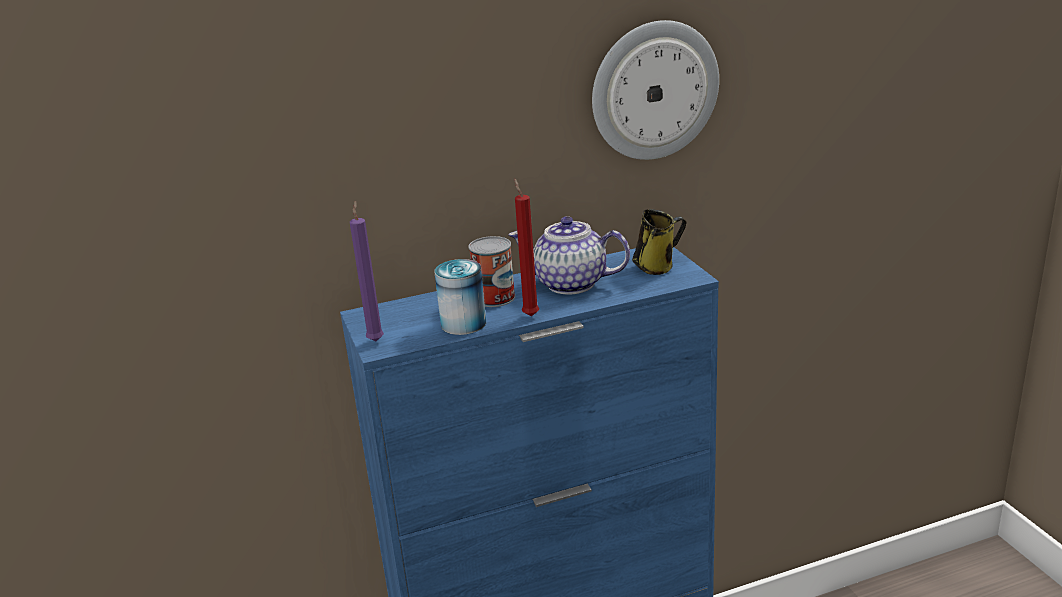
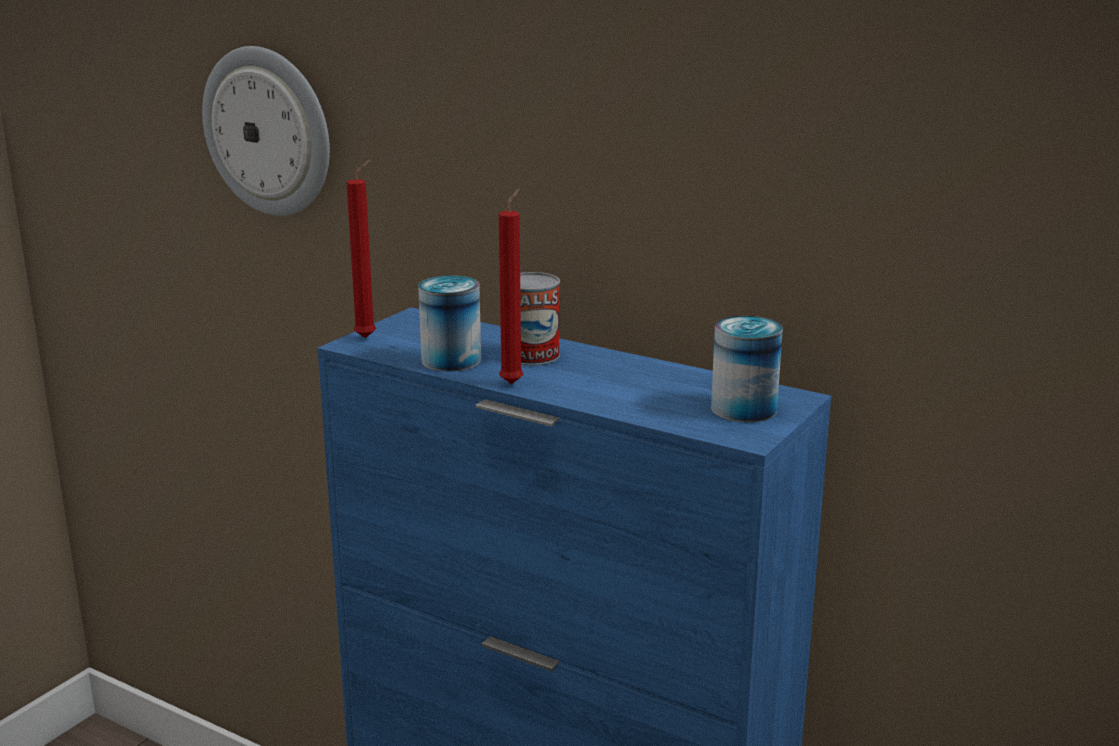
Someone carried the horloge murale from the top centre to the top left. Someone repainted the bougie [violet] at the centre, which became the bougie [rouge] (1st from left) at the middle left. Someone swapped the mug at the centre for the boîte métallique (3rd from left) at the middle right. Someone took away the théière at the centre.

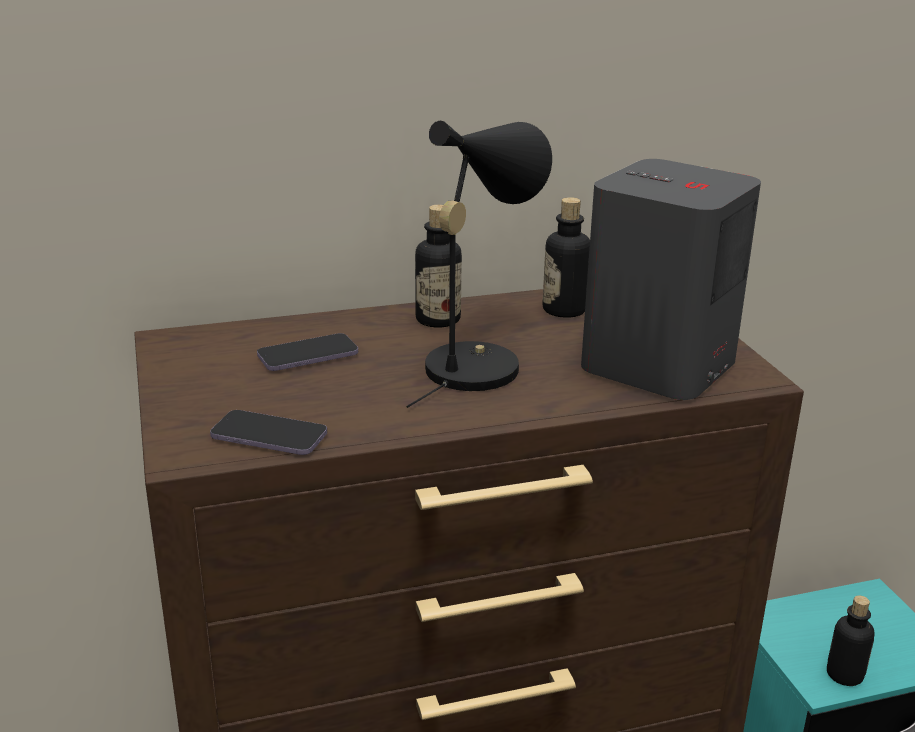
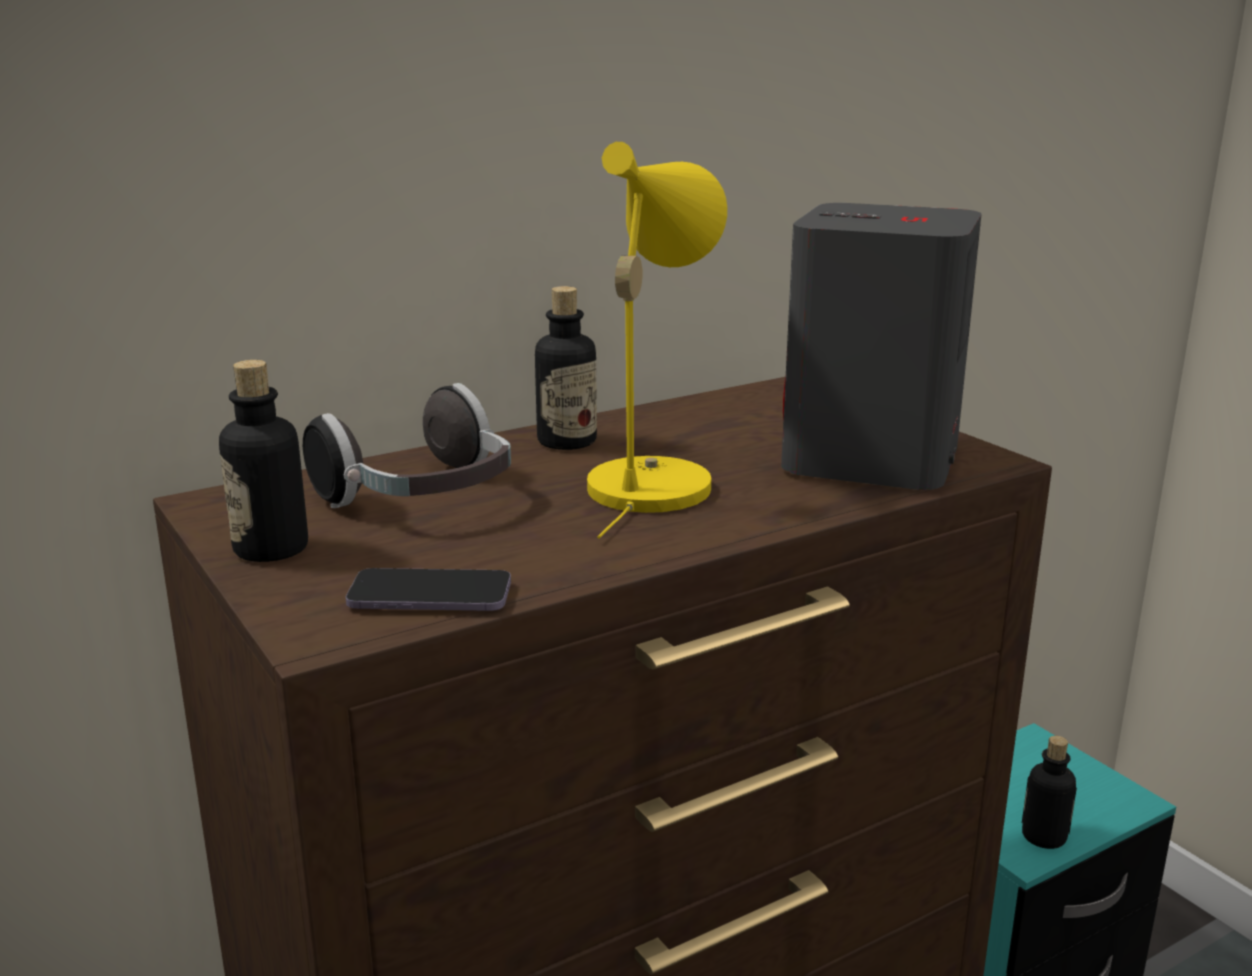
Someone repainted the lampe de table [noir] at the centre, which became the lampe de table [jaune] at the centre. Someone carried the bouteille (2nd from left in the first image) from the centre to the middle left. Someone swapped the téléphone (2nd from left) at the centre for the casque audio at the middle left.

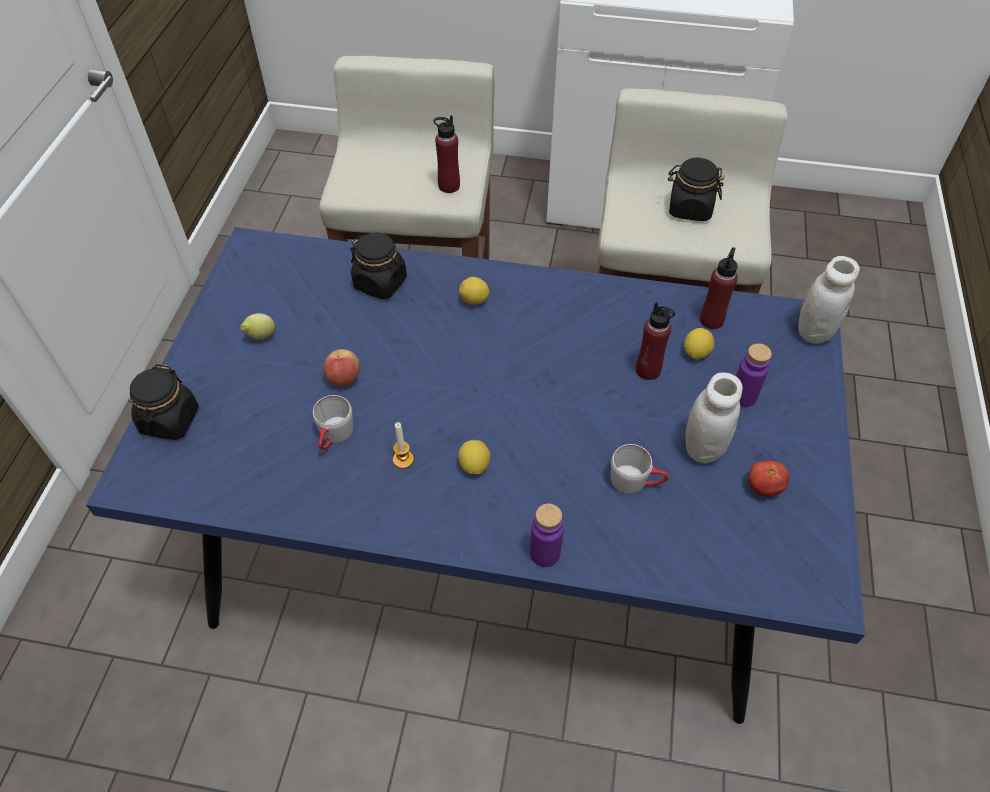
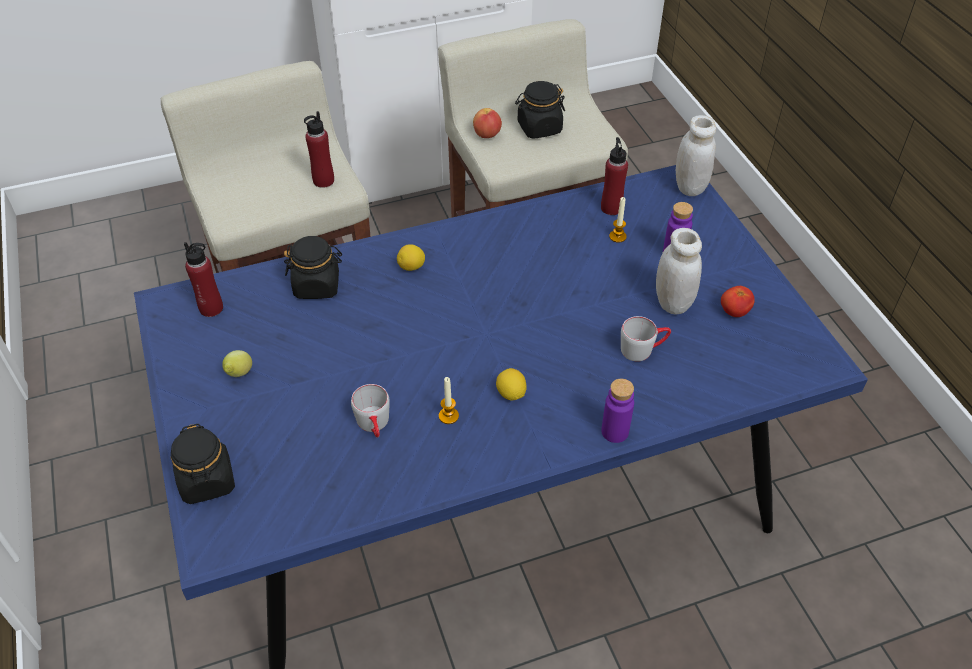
Someone carried the bouteille [rouge] (2nd from left in the first image) from the centre to the middle left. Someone swapped the citron (4th from left) at the middle right for the bougie (2nd from left) at the top centre. Someone carried the pomme from the centre to the top centre.

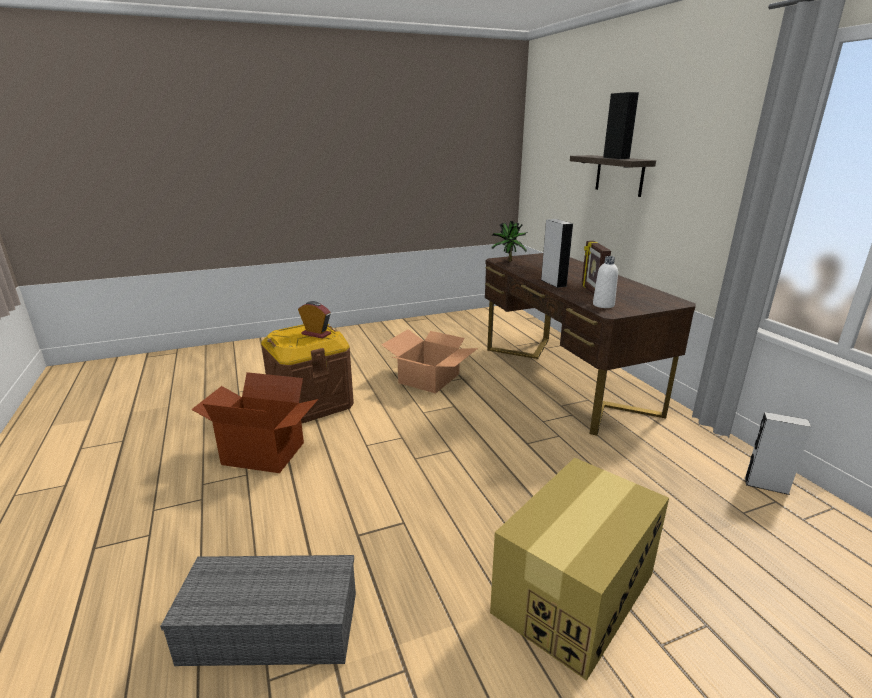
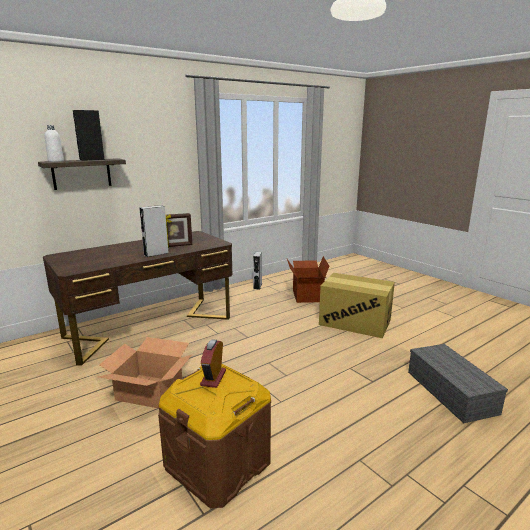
Someone took away the plante en pot at the centre. Someone carried the bouteille [blanc] from the middle right to the top left. Someone carried the carton (1st from left in the first image) from the middle left to the centre.

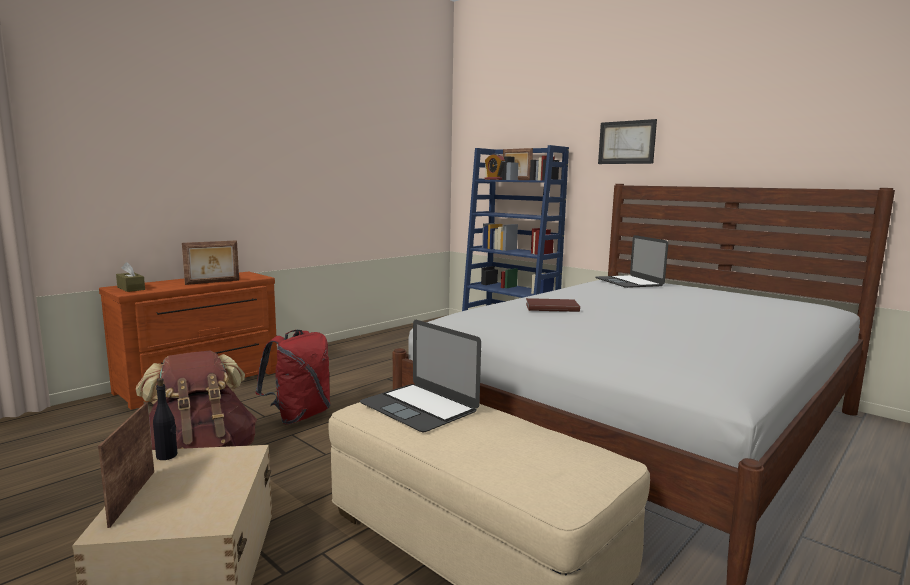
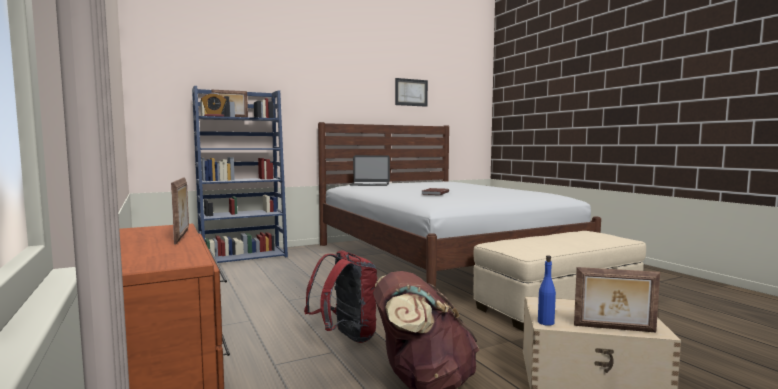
Someone carried the tableau from the top right to the top centre. Someone took away the boîte à mouchoirs [marron] at the middle left. Someone took away the ordinateur portable (1st from left) at the centre. Someone repainted the bouteille [noir] at the bottom left, which became the bouteille [bleu] at the bottom right.

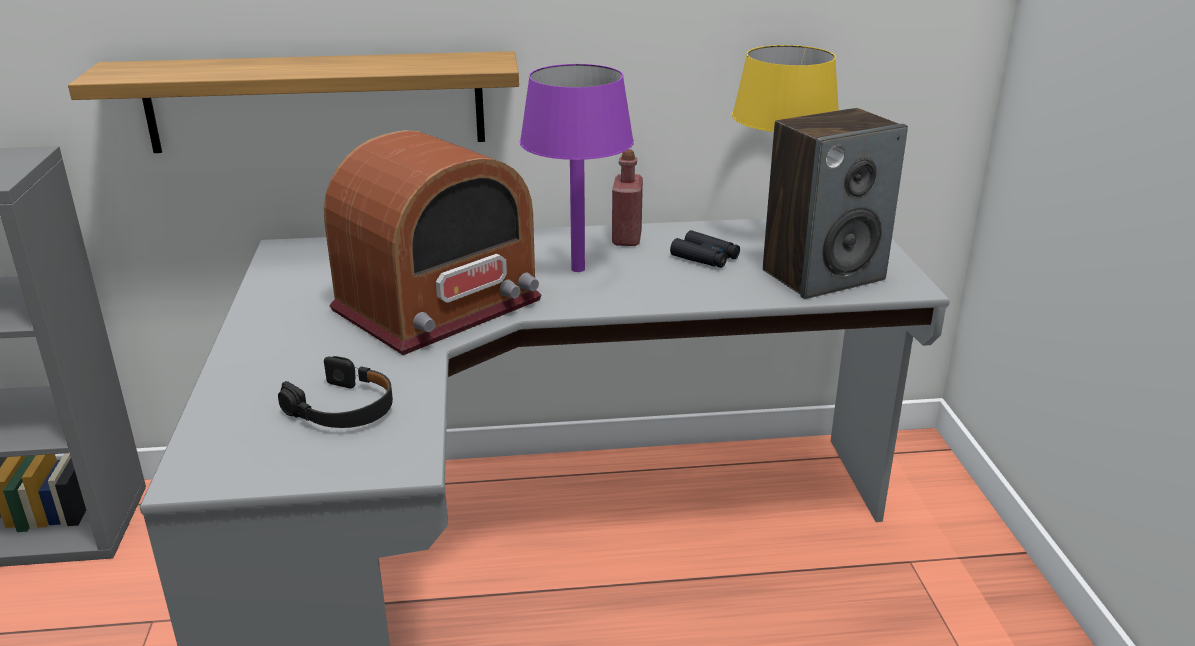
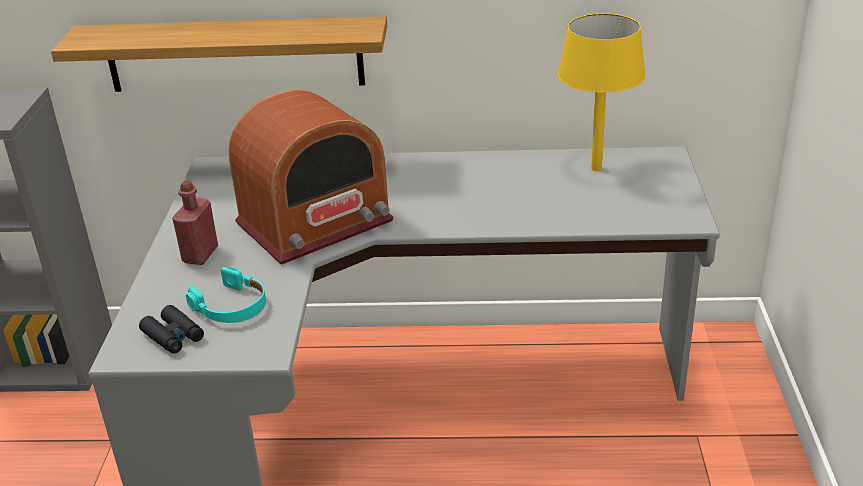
Someone took away the lampe de table [violet] at the top centre. Someone took away the enceinte at the top right. Someone carried the bouteille [rouge] from the top centre to the middle left. Someone carried the jumelles [noir] from the centre to the bottom left. Someone repainted the casque audio [noir] at the middle left, which became the casque audio [turquoise] at the middle left.

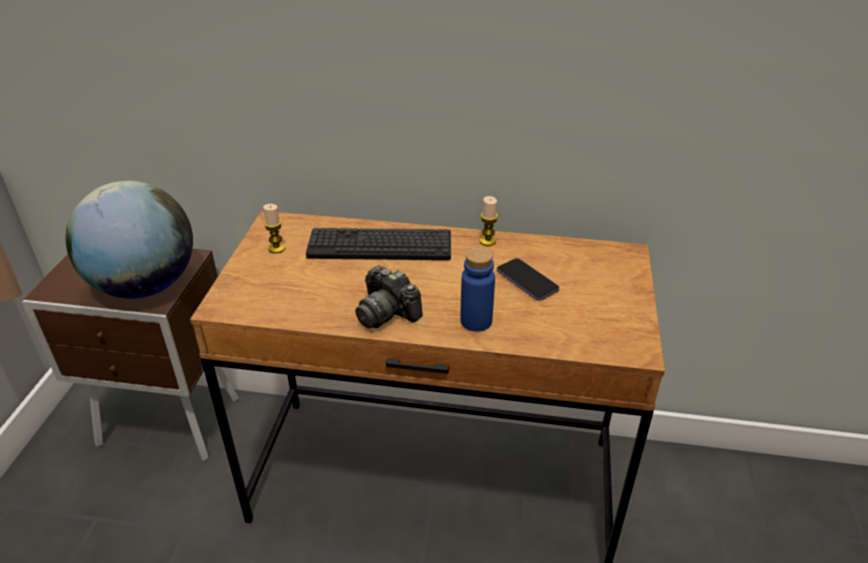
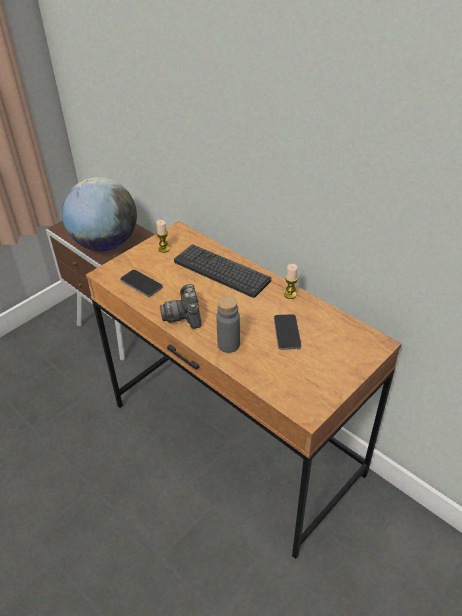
Someone repainted the bouteille [bleu] at the centre, which became the bouteille [gris] at the centre. Someone put down the téléphone (1st from left) at the middle left.

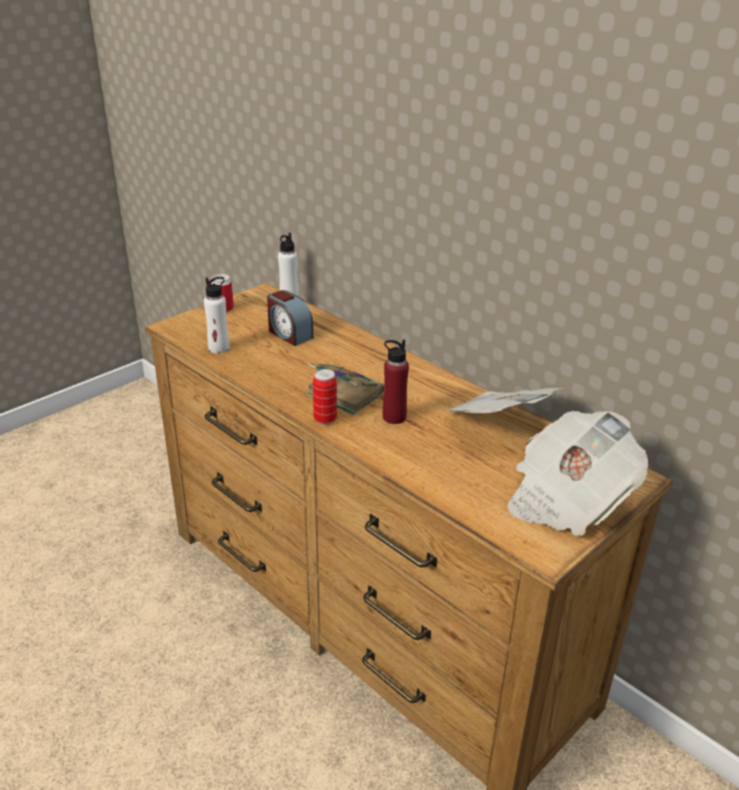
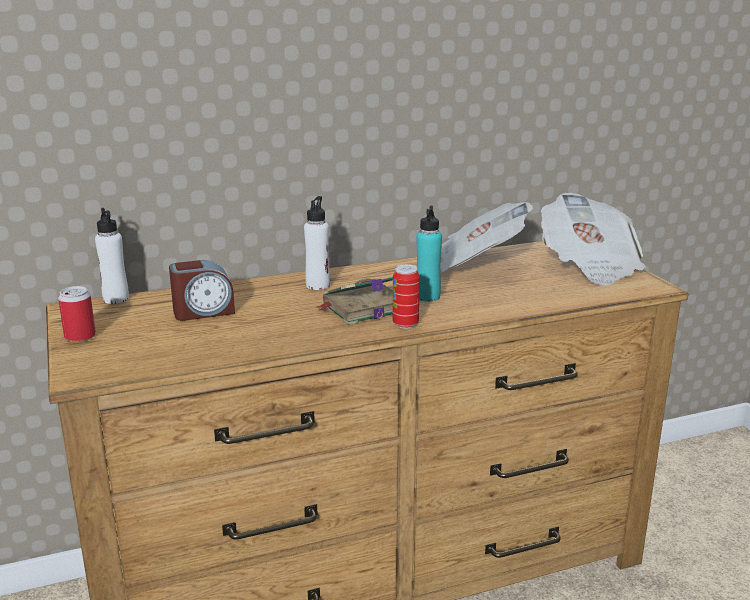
Someone carried the bouteille [blanc] (1st from left in the first image) from the middle left to the centre. Someone repainted the bouteille [rouge] at the centre, which became the bouteille [turquoise] at the centre.

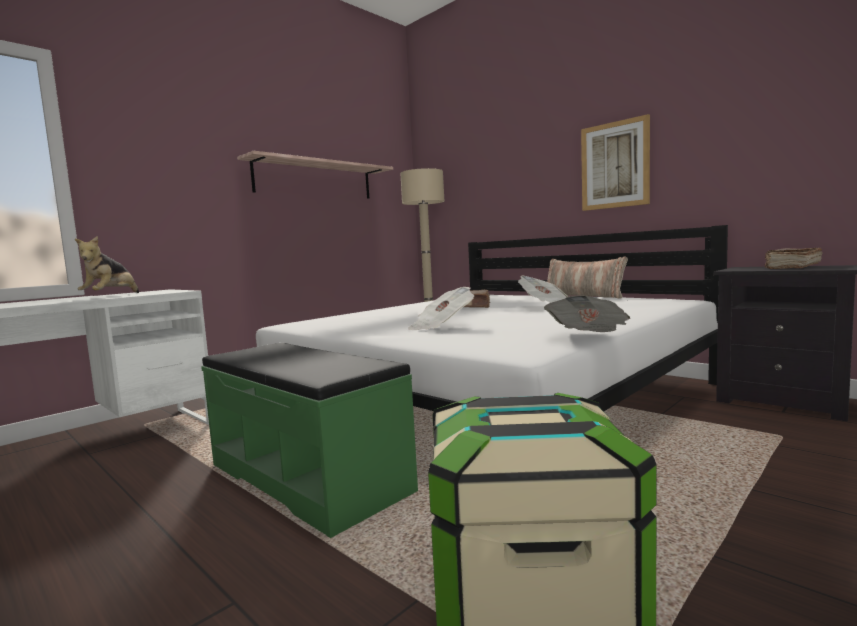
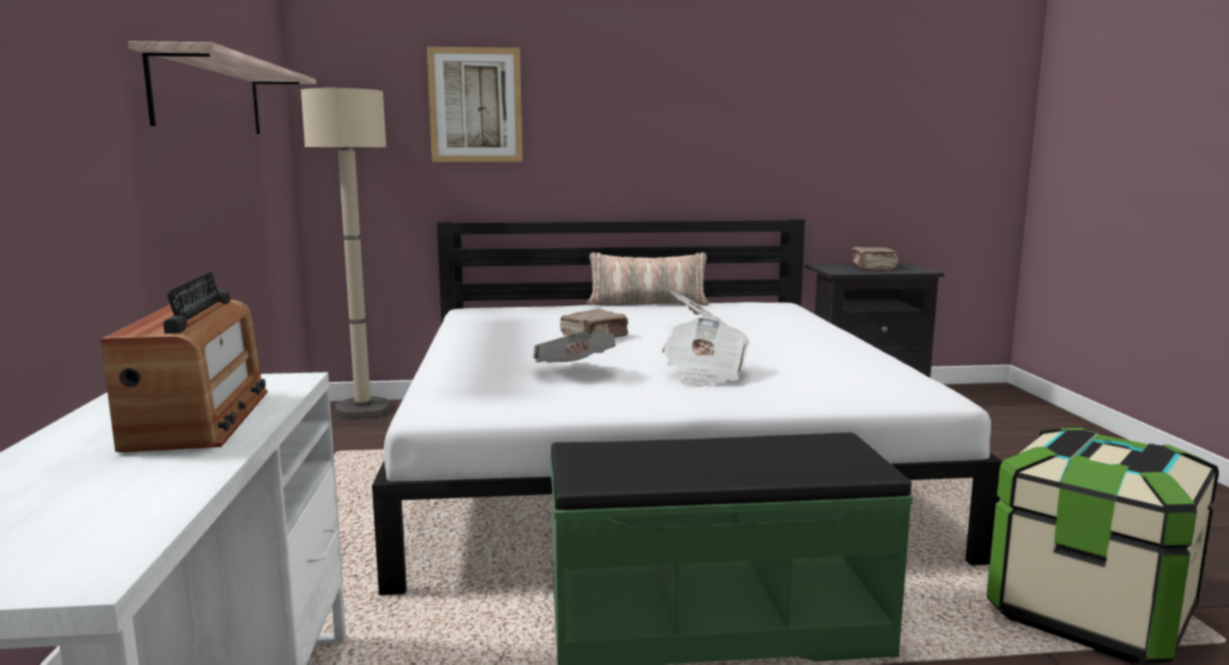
Someone carried the tableau from the top right to the top centre. Someone swapped the peluche at the middle left for the radio at the middle left. Someone carried the journal (3rd from left in the first image) from the middle right to the centre.

